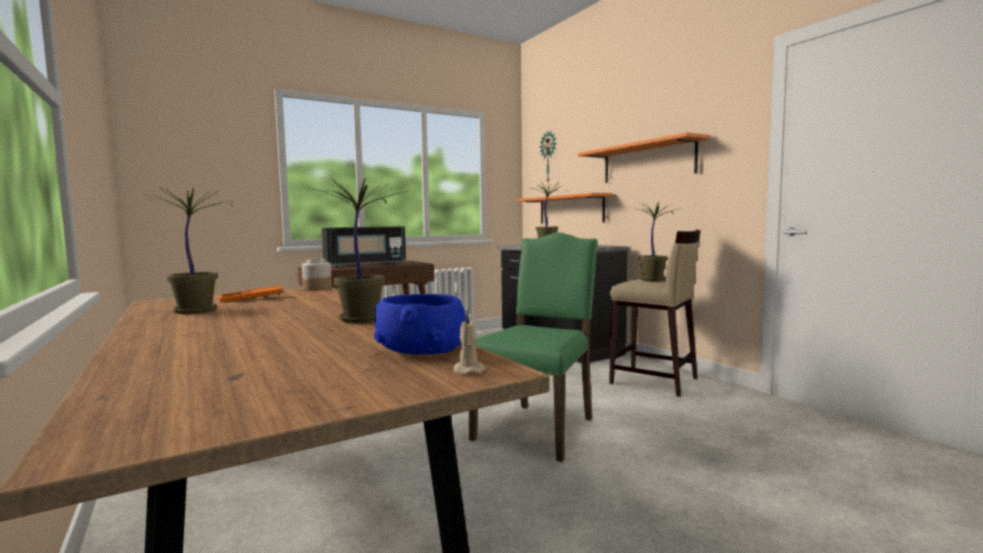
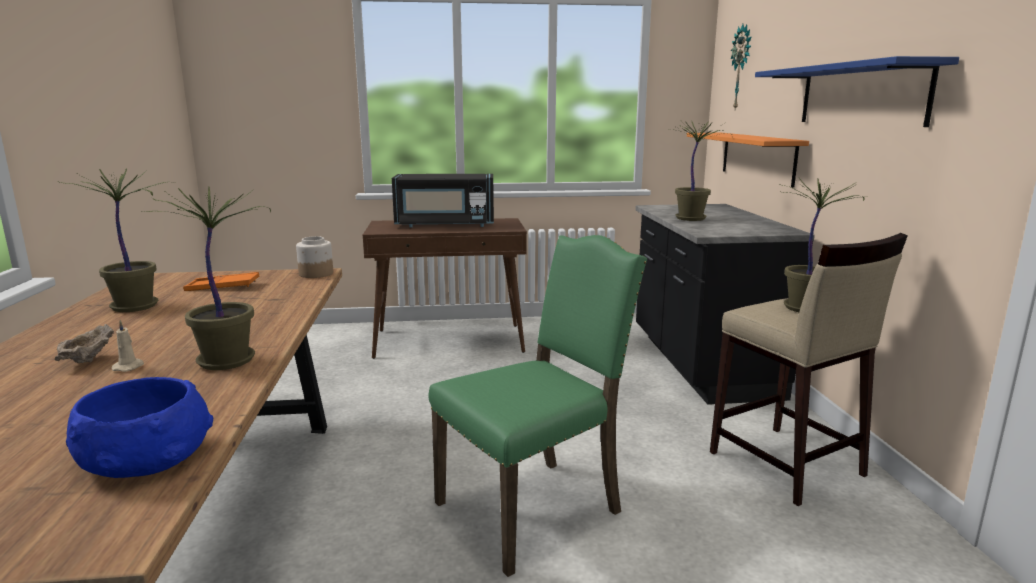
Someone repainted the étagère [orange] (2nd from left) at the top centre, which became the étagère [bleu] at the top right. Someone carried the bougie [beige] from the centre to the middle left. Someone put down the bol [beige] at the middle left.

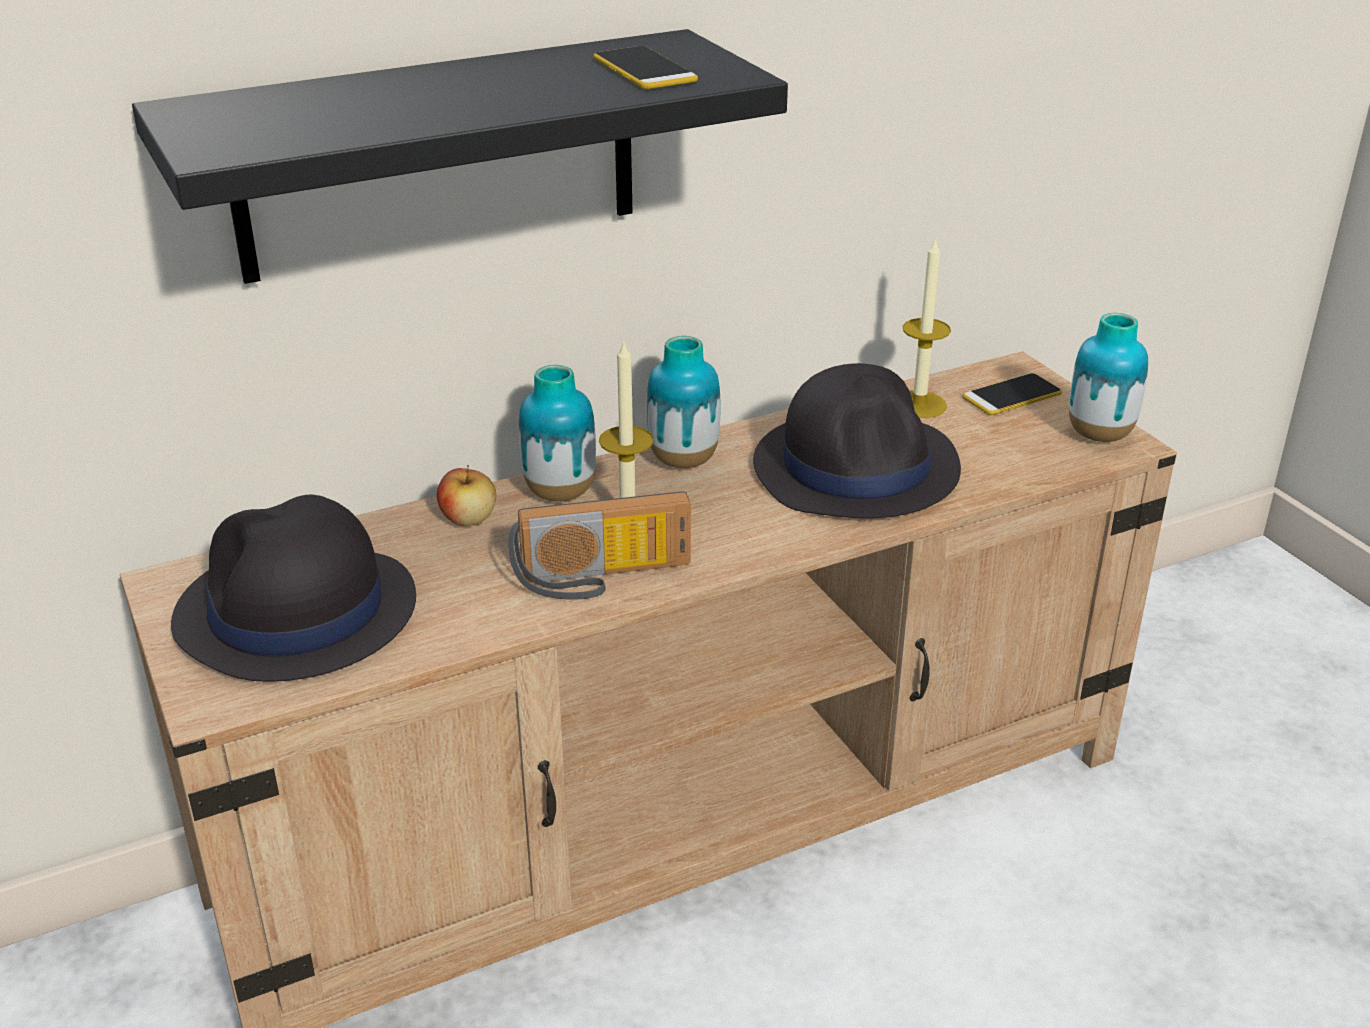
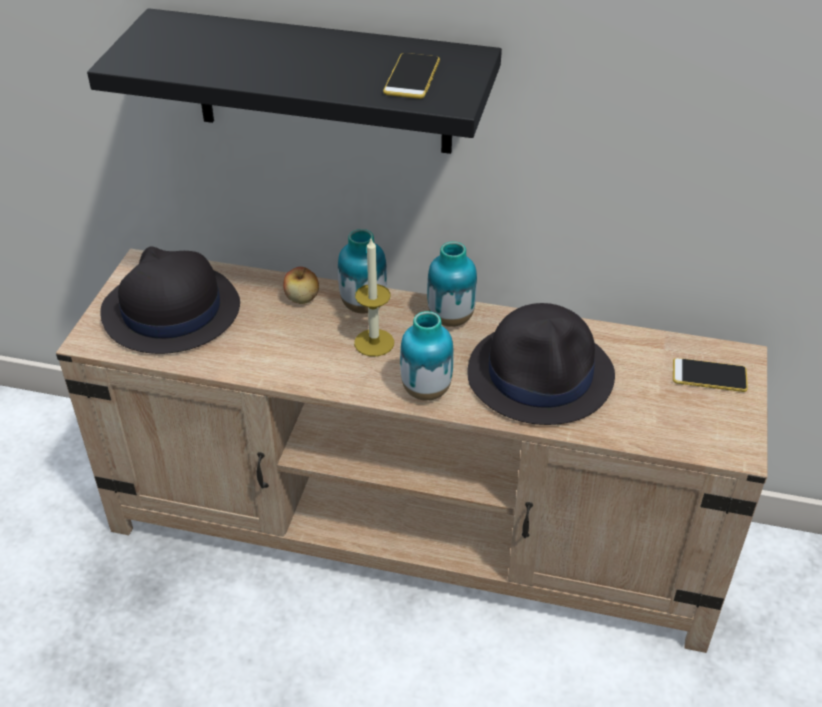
Someone took away the bougie (2nd from left) at the top right. Someone carried the vase (3rd from left in the first image) from the middle right to the centre. Someone took away the radio at the centre.

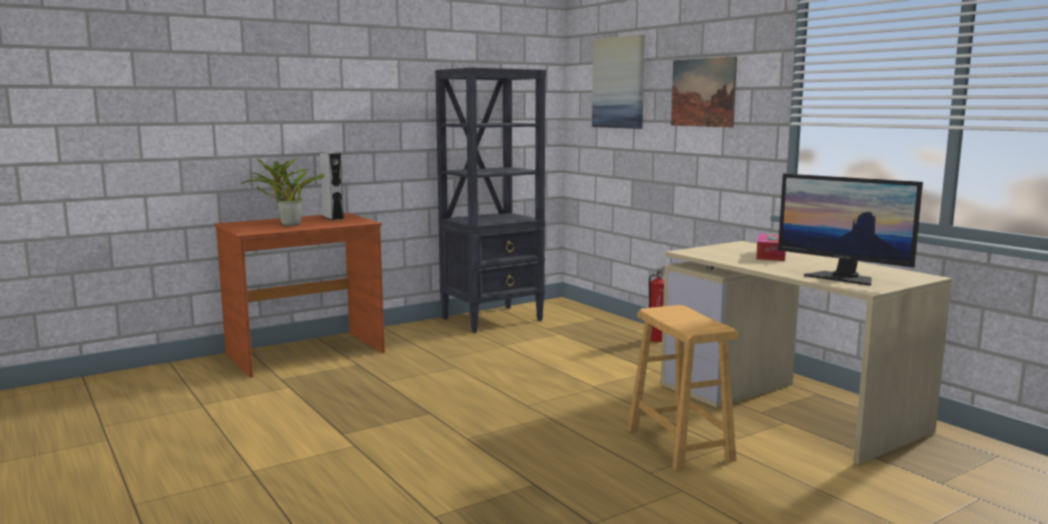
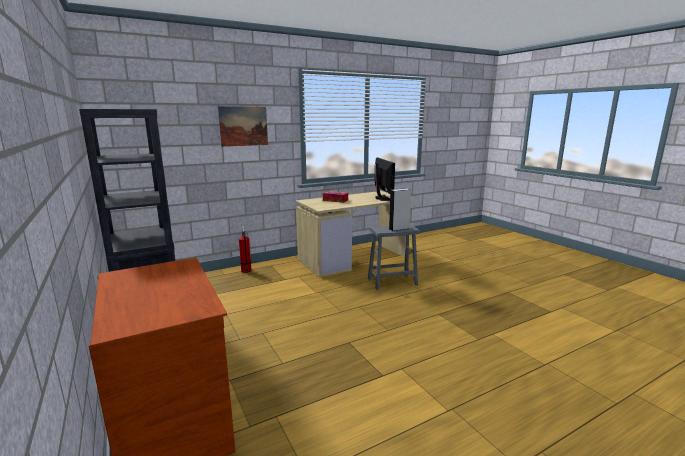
Someone took away the tableau (1st from left) at the top centre. Someone carried the enceinte [gris] from the middle left to the centre. Someone took away the plante en pot at the middle left. Someone rotated the écran d'ordinateur at the middle right by 60 degrees counterclockwise. Someone repainted the tabouret [marron] at the bottom centre, which became the tabouret [gris] at the centre.

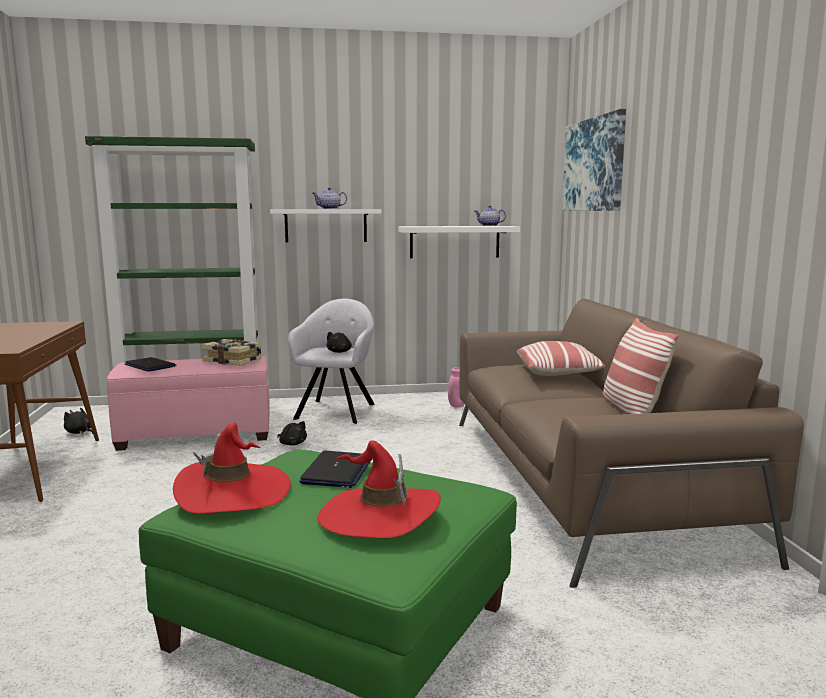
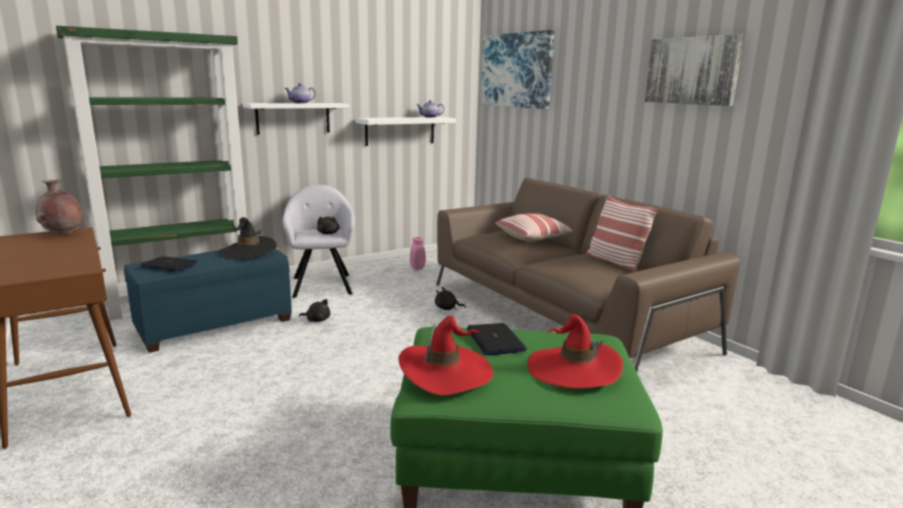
Someone swapped the livre at the middle left for the chapeau [noir] at the middle left. Someone repainted the pouf [rose] at the middle left, which became the pouf [bleu] at the middle left. Someone carried the peluche [noir] (1st from left in the first image) from the middle left to the centre. Someone put up the tableau (2nd from left) at the top right. Someone put down the vase [marron] at the middle left.

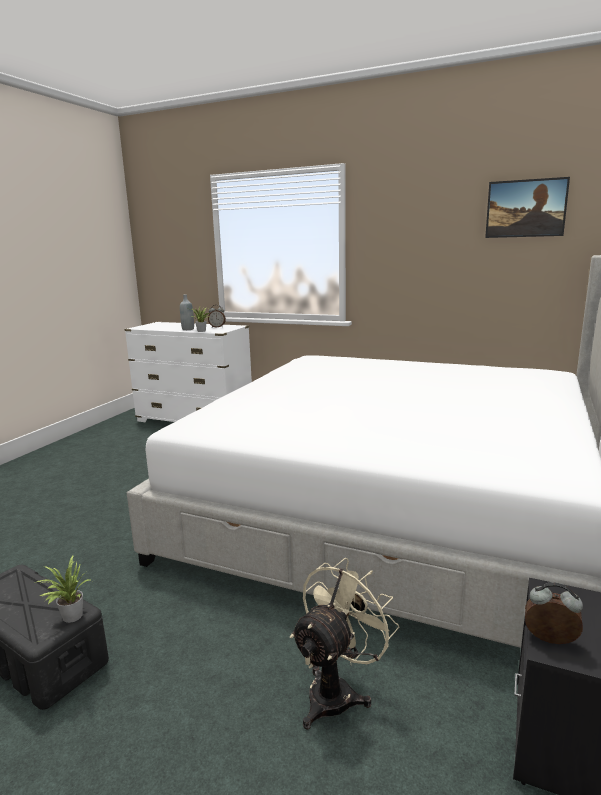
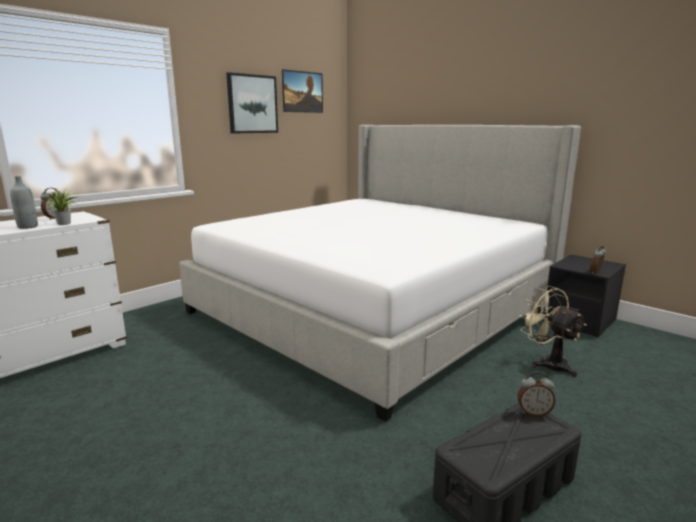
Someone swapped the plante en pot (1st from left) at the bottom left for the réveil (2nd from left) at the bottom right. Someone put up the tableau (1st from left) at the top centre.

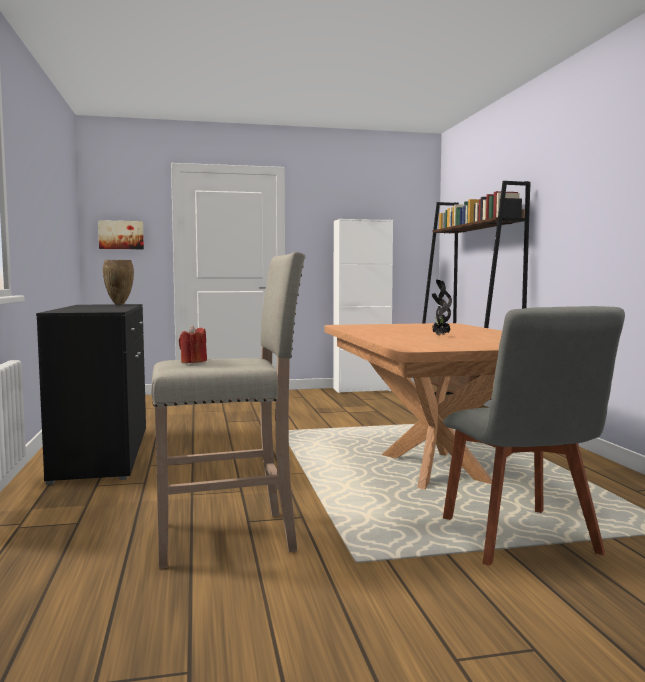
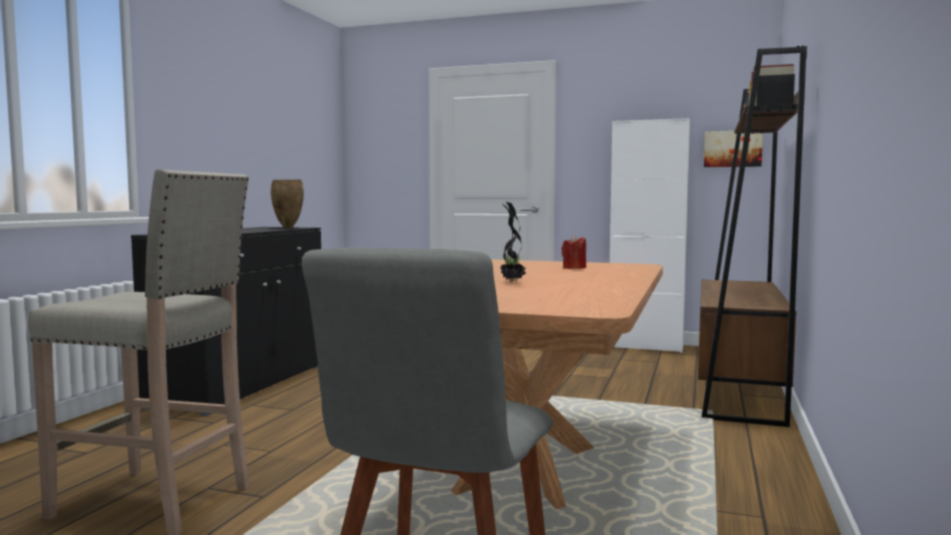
Someone carried the tableau from the middle left to the top right. Someone carried the bougie [rouge] from the middle left to the centre.

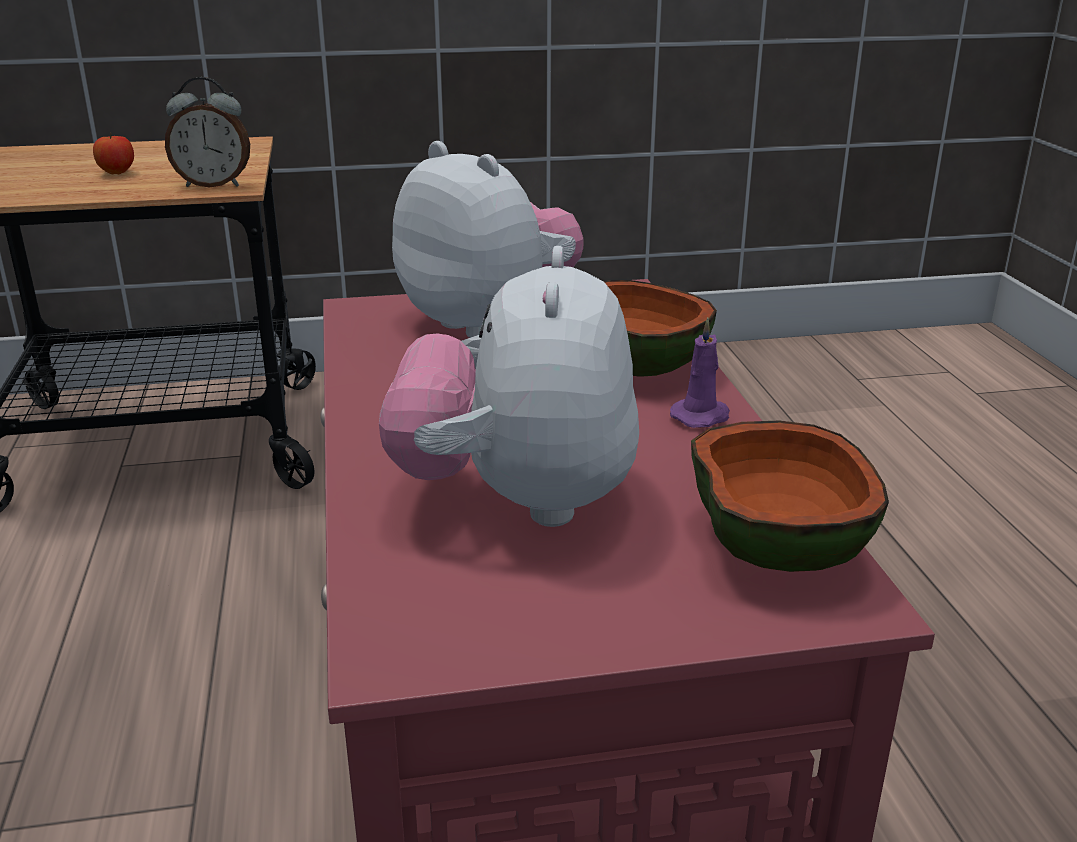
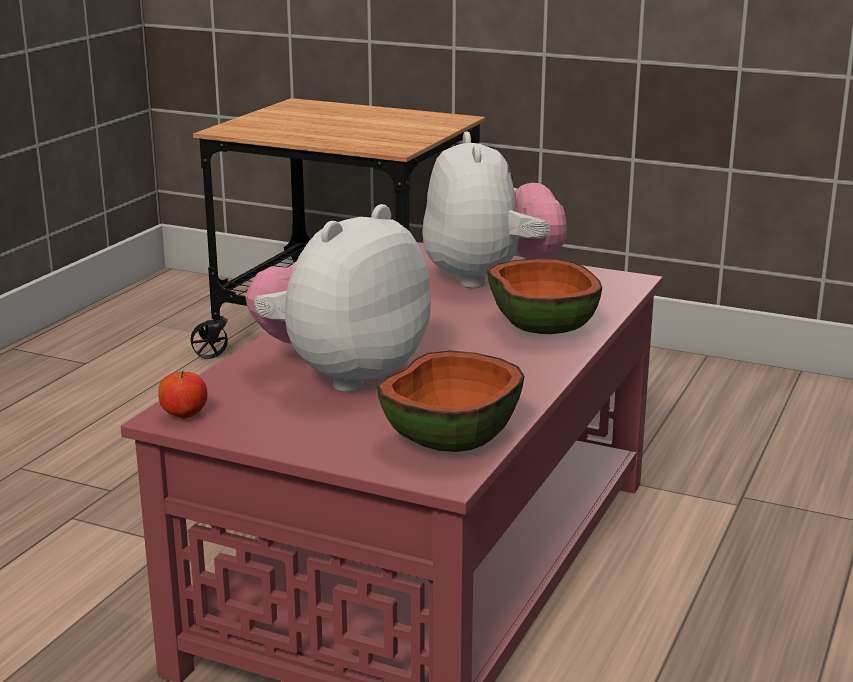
Someone took away the réveil at the top left. Someone carried the pomme from the top left to the middle left. Someone took away the bougie [violet] at the centre.

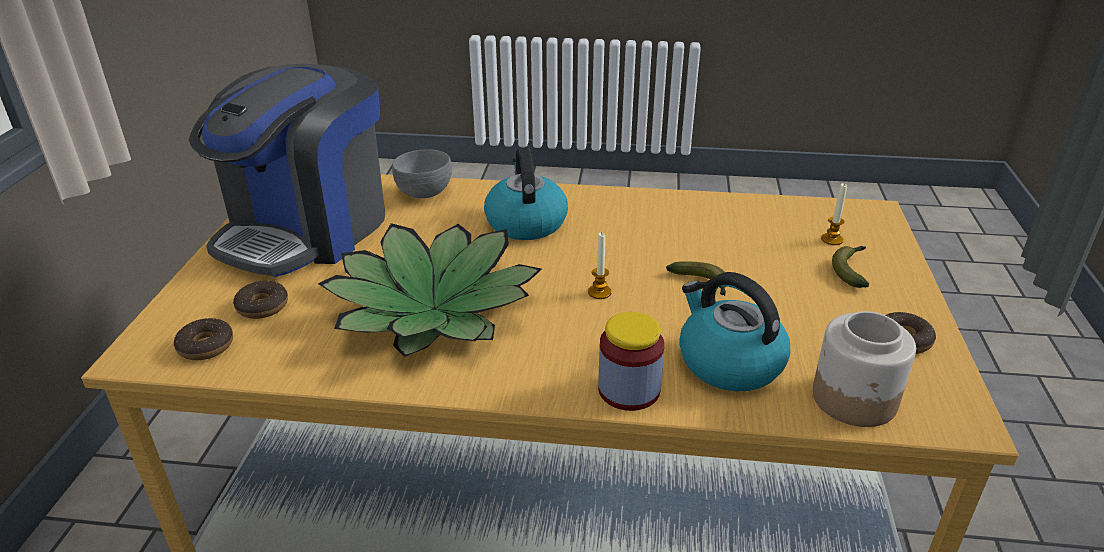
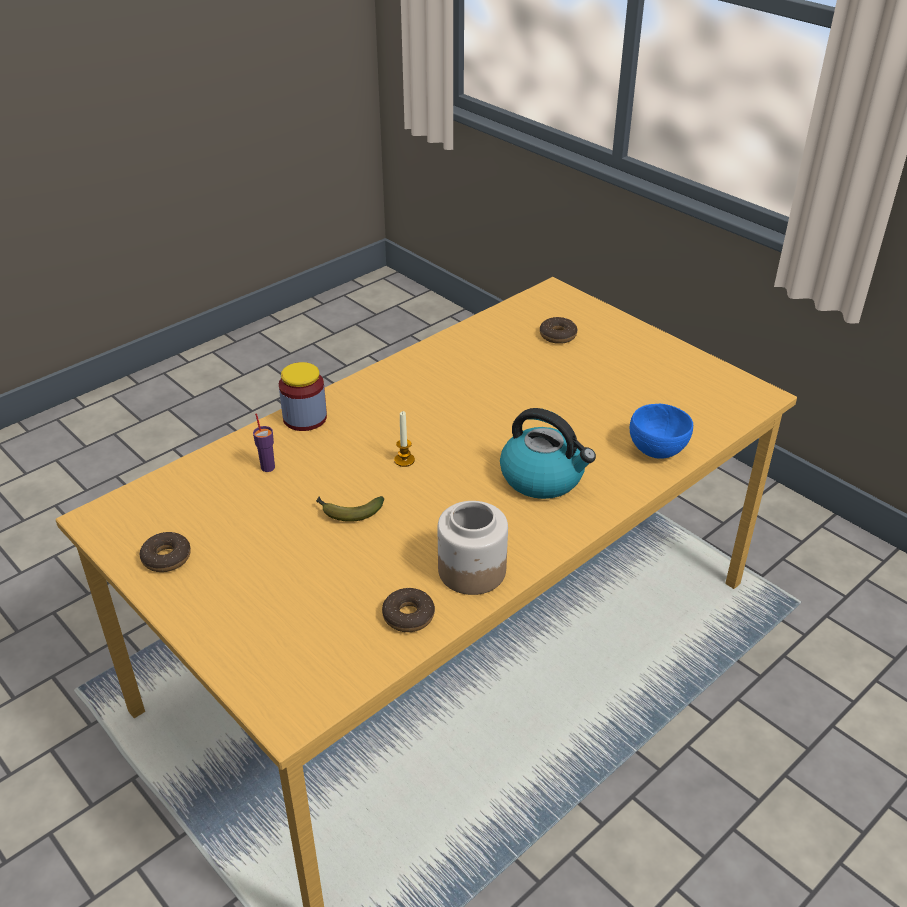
Someone took away the machine à café at the top left. Someone repainted the bol [gris] at the top centre, which became the bol [bleu] at the middle right. Someone took away the bougie (2nd from left) at the middle right. Someone took away the plante en pot at the centre. Someone took away the banane (2nd from left) at the middle right. Someone swapped the bouilloire (2nd from left) at the centre for the tasse [violet] at the middle left. Someone carried the bocal (2nd from left) from the bottom right to the centre. Someone carried the beignet (1st from left in the first image) from the middle left to the bottom centre.

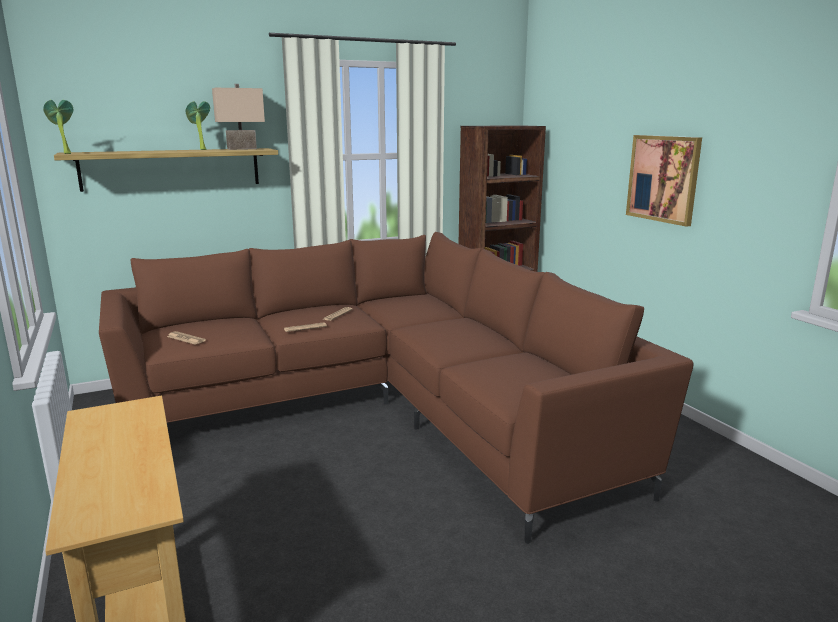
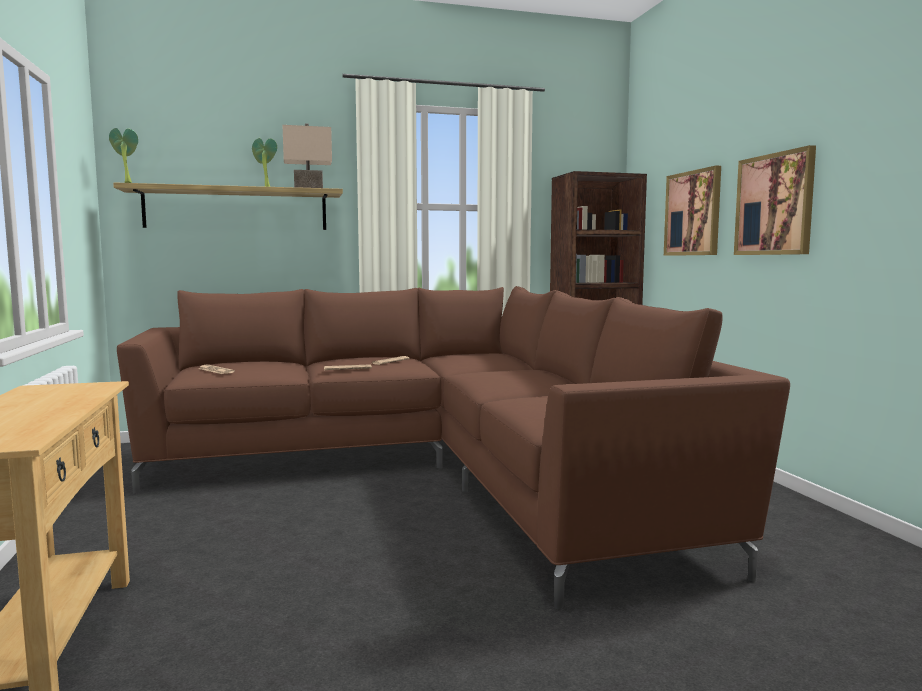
Someone put up the tableau (1st from left) at the top right.

